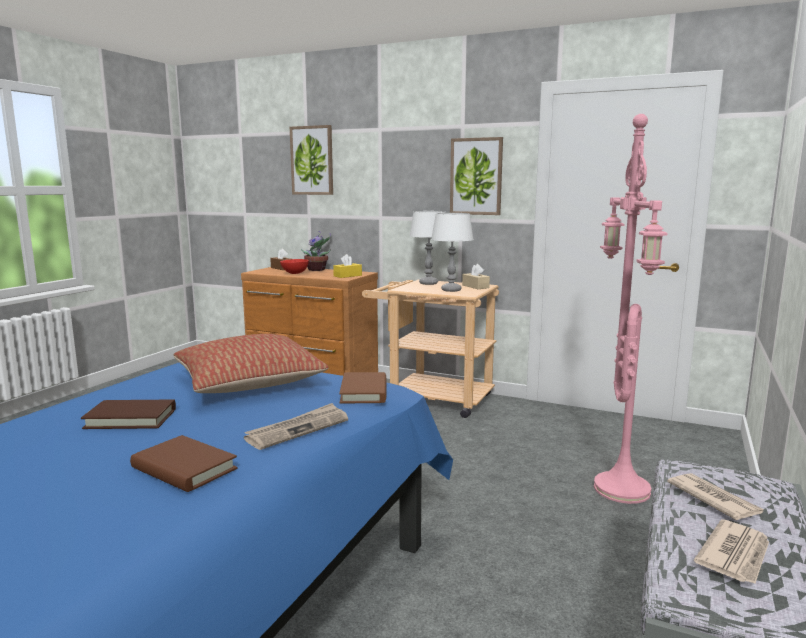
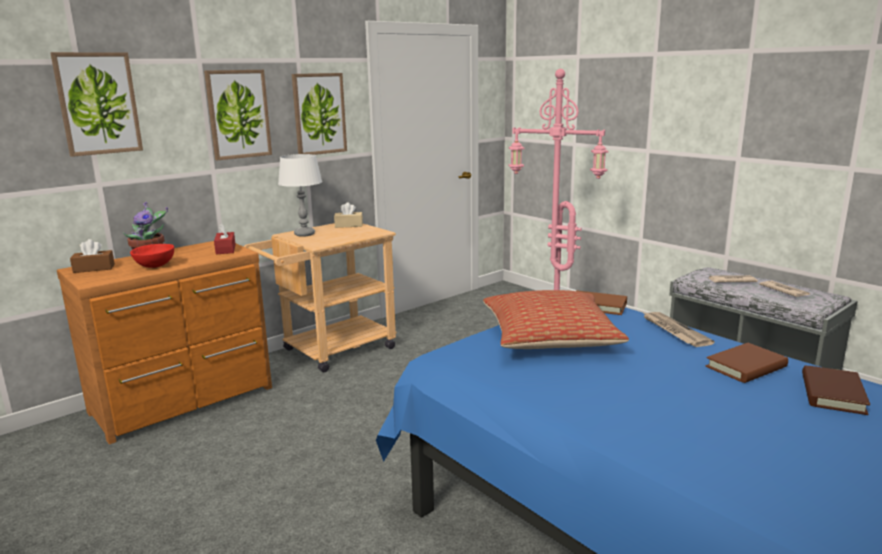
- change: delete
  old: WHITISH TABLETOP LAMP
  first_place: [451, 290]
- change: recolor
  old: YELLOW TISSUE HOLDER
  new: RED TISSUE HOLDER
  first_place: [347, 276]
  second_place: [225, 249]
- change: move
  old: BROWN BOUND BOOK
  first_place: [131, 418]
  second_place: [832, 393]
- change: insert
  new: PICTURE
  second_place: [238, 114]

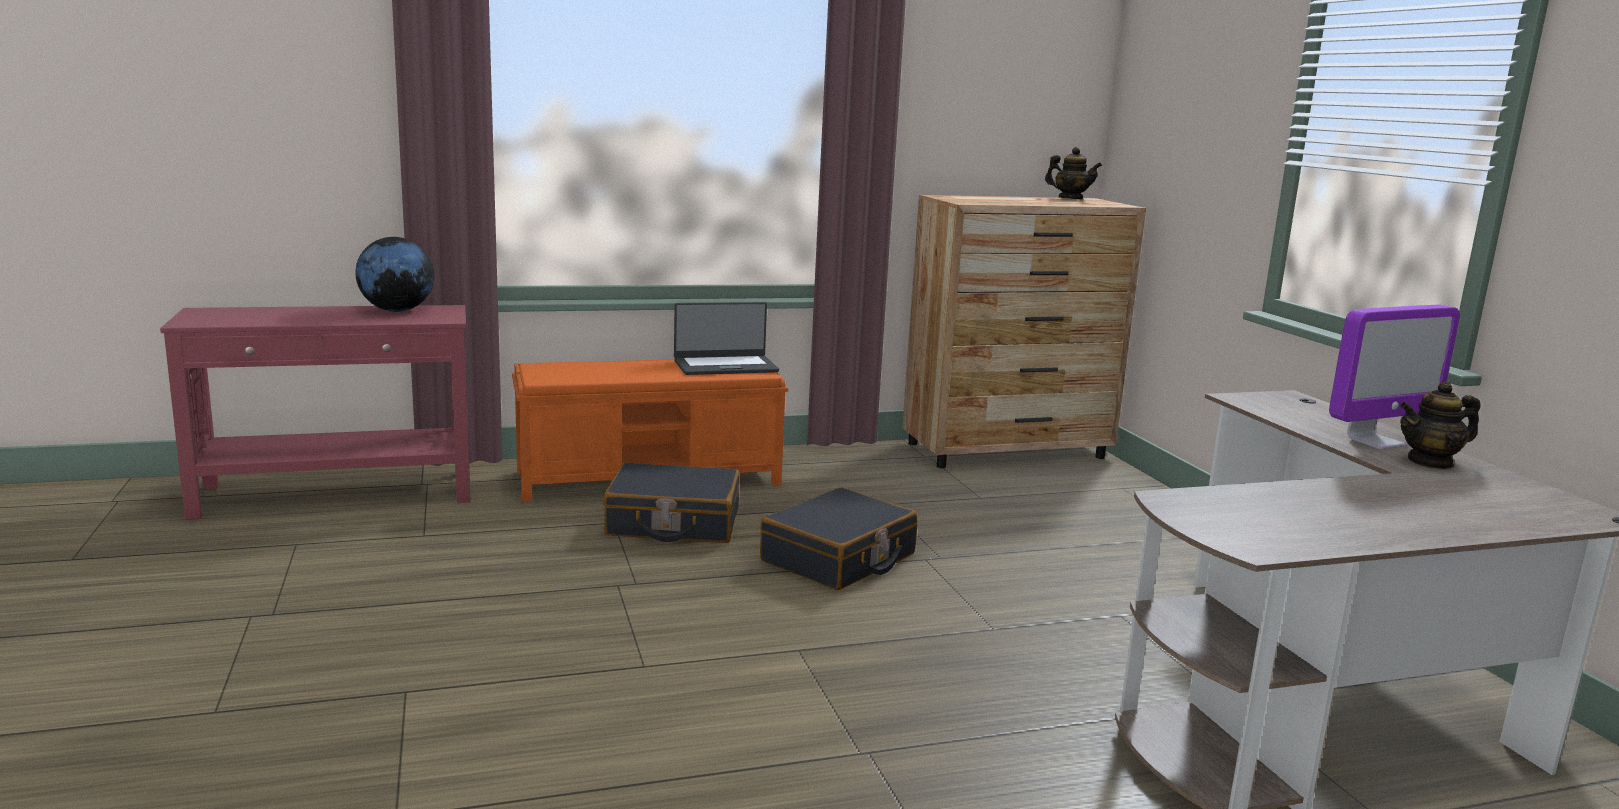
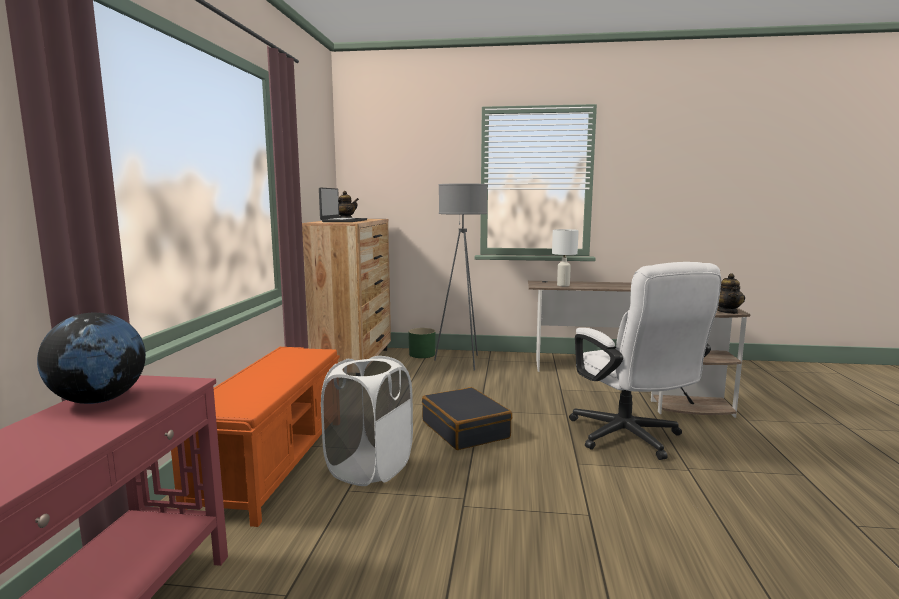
- change: move
  old: NOTEBOOK COMPUTER
  first_place: [725, 366]
  second_place: [343, 221]
- change: delete
  old: COMPUTER SCREEN
  first_place: [1375, 442]
- change: move
  old: TEAPOT
  first_place: [1430, 462]
  second_place: [727, 312]
- change: replace
  old: BLACK-COLOURED PIECE OF LUGGAGE
  new: WHITISH LAUNDRY BASKET
  first_place: [673, 523]
  second_place: [370, 468]
- change: insert
  new: GREY STANDING LAMP
  second_place: [462, 362]
- change: insert
  new: WHITISH TABLETOP LAMP
  second_place: [563, 285]
- change: insert
  new: WHITISH OFFICE CHAIR
  second_place: [631, 439]
- change: insert
  new: GREEN-COLOURED PLANTER
  second_place: [422, 354]

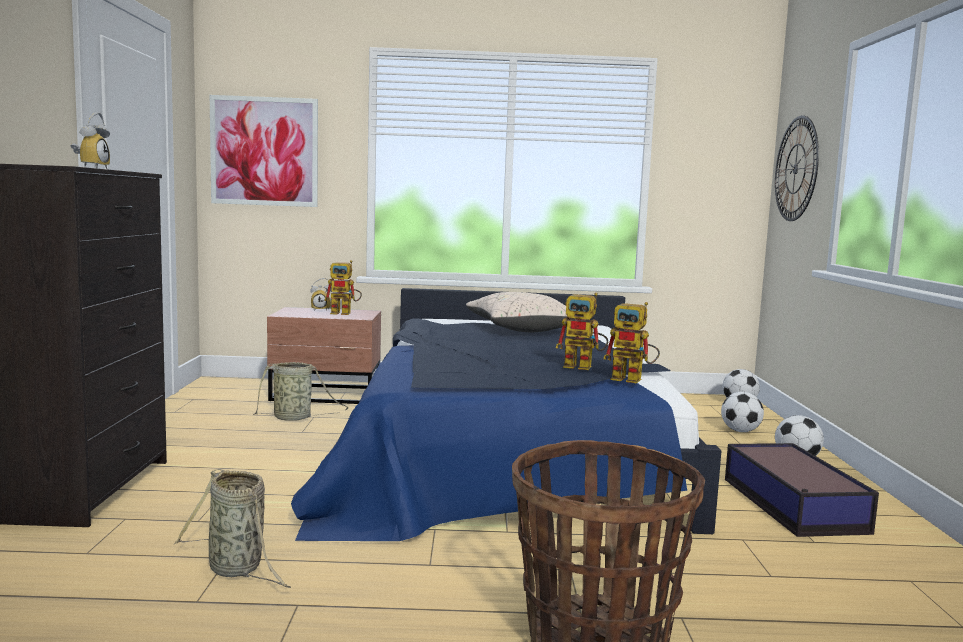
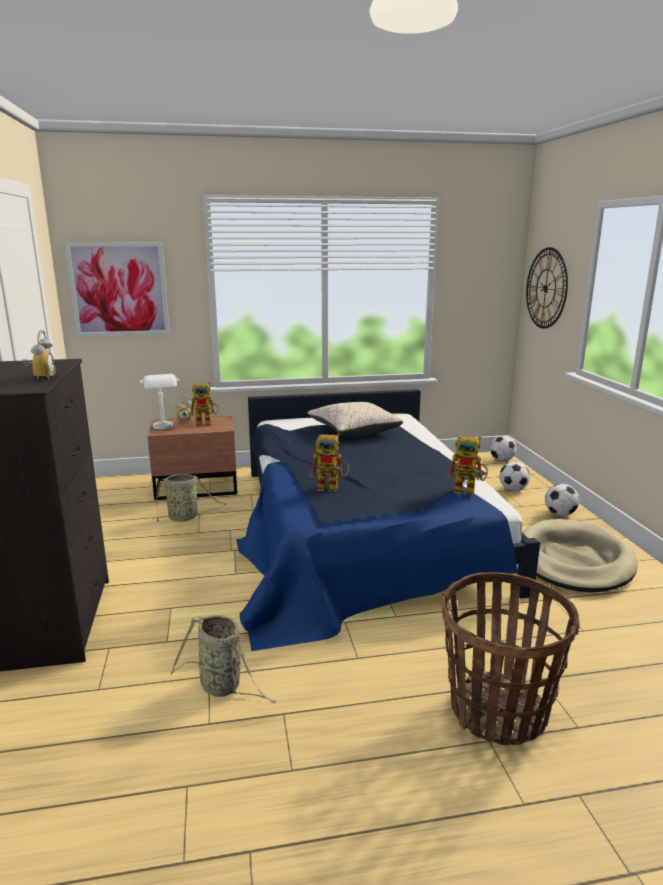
- change: move
  old: ROBOT FIGURE
  first_place: [584, 367]
  second_place: [332, 487]
- change: replace
  old: STORAGE BIN
  new: BEIGE-COLOURED DOG BED
  first_place: [793, 505]
  second_place: [573, 560]
- change: insert
  new: WHITISH TABLETOP LAMP
  second_place: [164, 428]

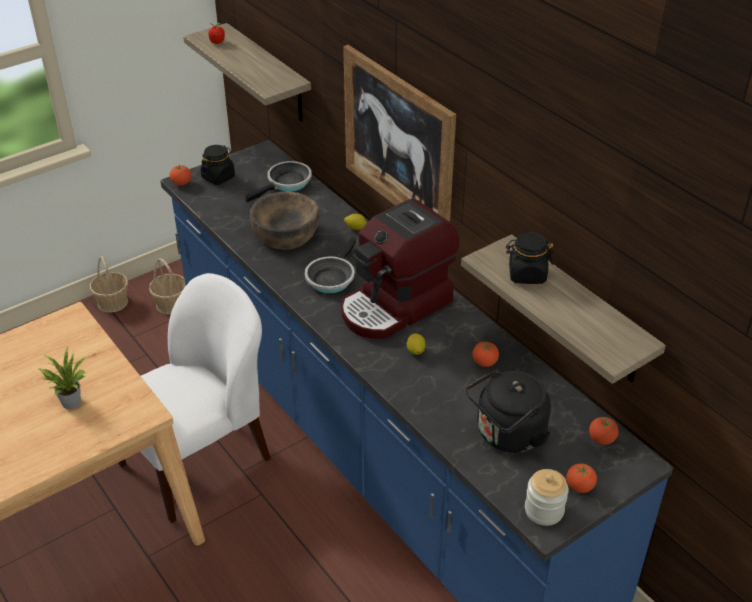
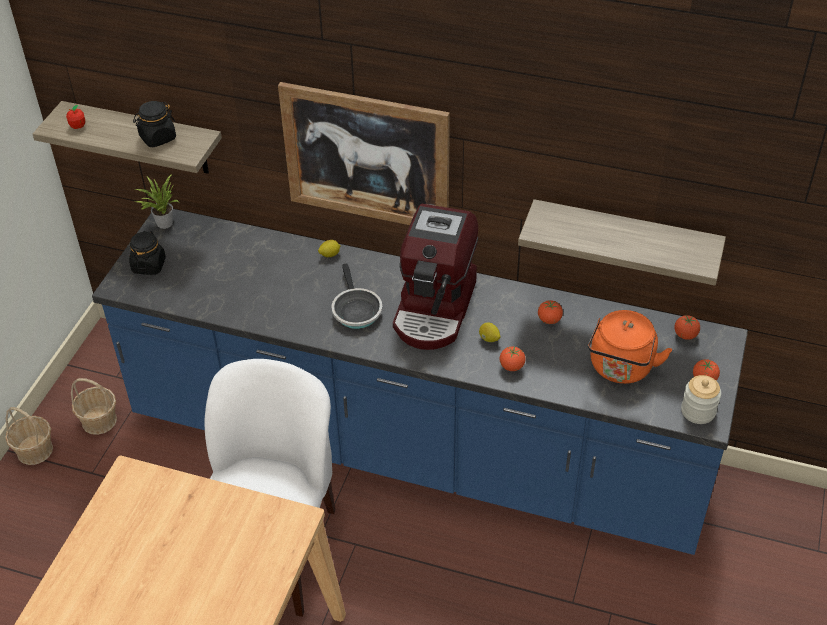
- change: delete
  old: PAN
  first_place: [286, 183]
- change: move
  old: TOMATO
  first_place: [181, 183]
  second_place: [511, 366]
- change: delete
  old: BROWN DEEP DISH
  first_place: [286, 234]
- change: move
  old: BLACK-COLOURED JAR
  first_place: [527, 274]
  second_place: [157, 138]
- change: move
  old: PLANT IN A POT
  first_place: [70, 400]
  second_place: [162, 222]
- change: recolor
  old: BLACK-COLOURED WATER KETTLE
  new: ORANGEY WATER KETTLE
  first_place: [507, 435]
  second_place: [620, 369]

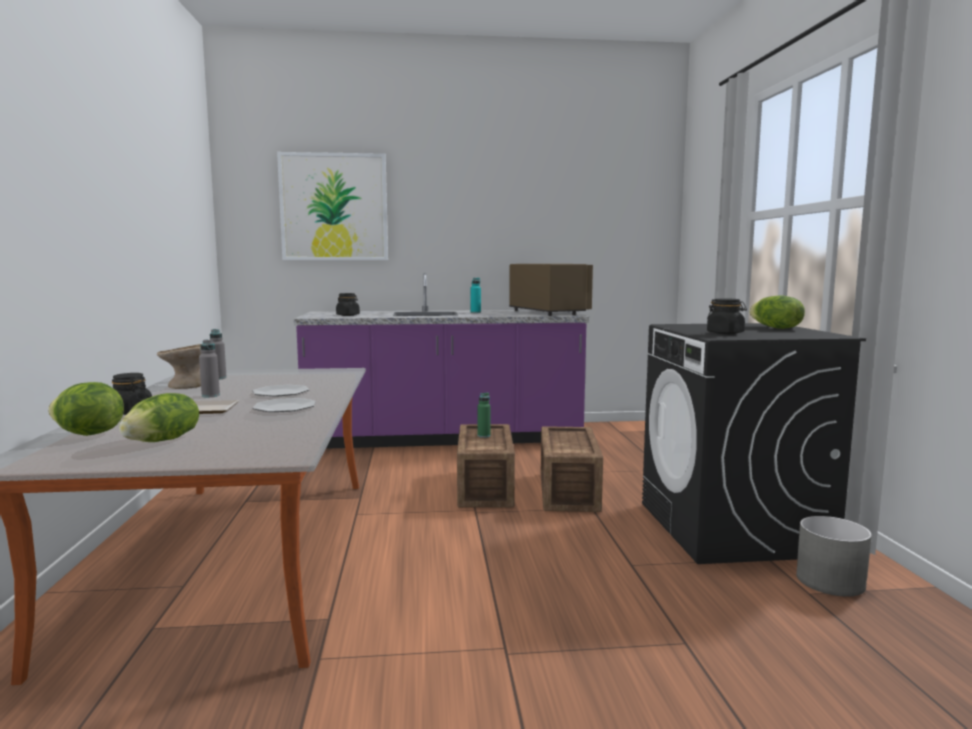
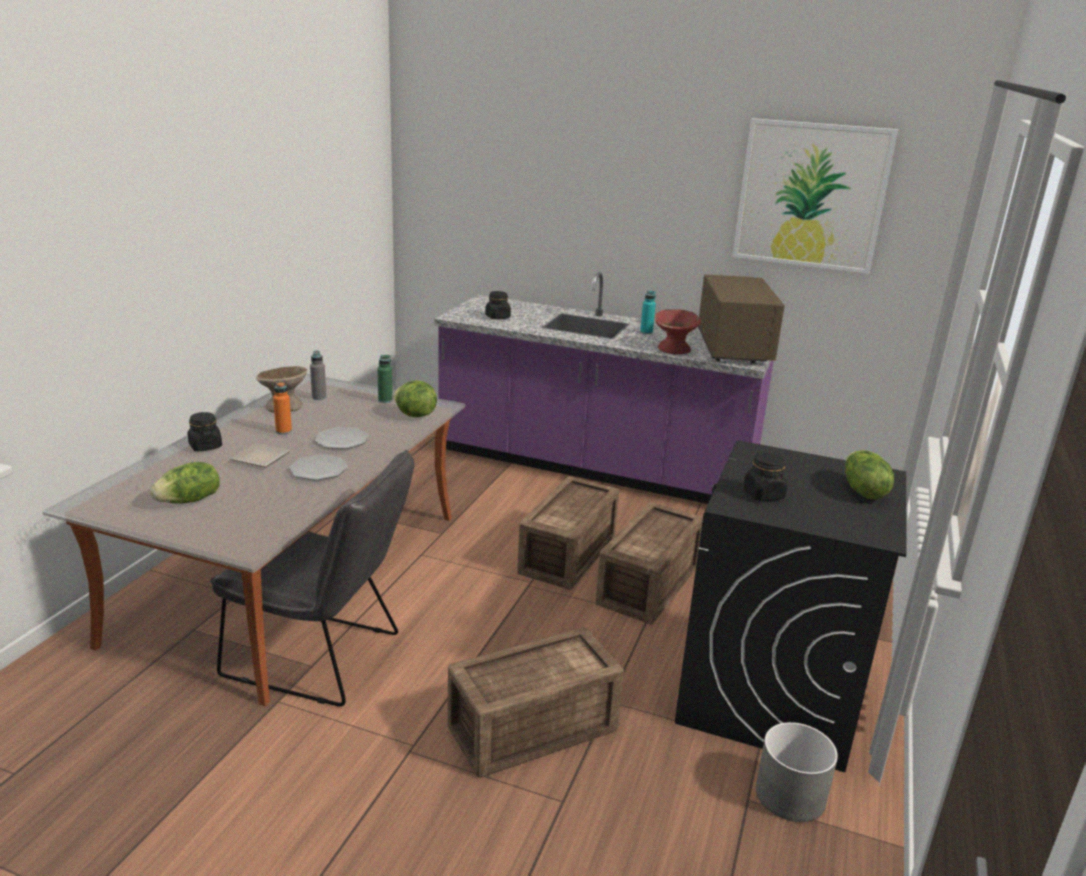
- change: move
  old: PICTURE
  first_place: [334, 207]
  second_place: [811, 196]
- change: recolor
  old: GREY DRINK BOTTLE
  new: ORANGEY DRINK BOTTLE
  first_place: [210, 395]
  second_place: [283, 431]
- change: move
  old: LETTUCE HEAD
  first_place: [88, 434]
  second_place: [414, 415]
- change: move
  old: GREEN-COLOURED DRINK BOTTLE
  first_place: [483, 436]
  second_place: [385, 400]
- change: insert
  new: RED DEEP DISH
  second_place: [674, 349]
- change: insert
  new: GREY PLAIN CHAIR
  second_place: [323, 658]
- change: insert
  new: PACKING CRATE
  second_place: [529, 728]

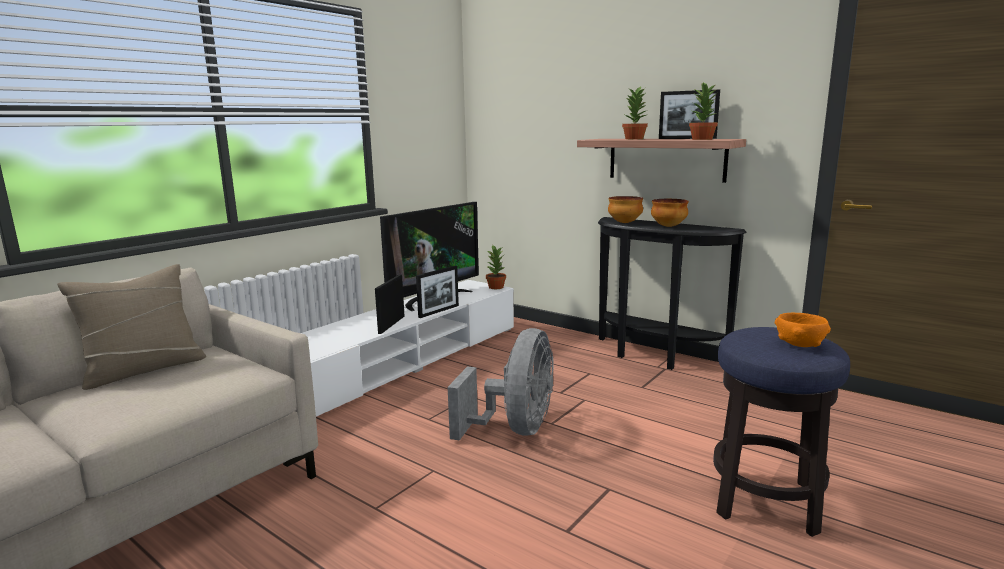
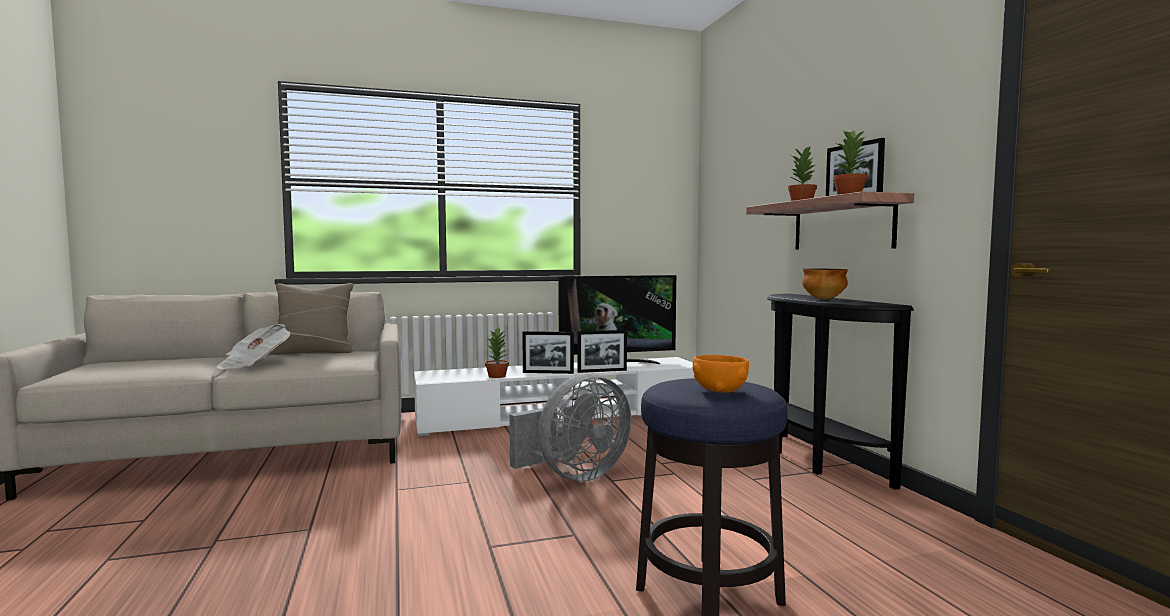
- change: delete
  old: DEEP DISH
  first_place: [624, 223]
- change: move
  old: PLANT IN A POT
  first_place: [496, 287]
  second_place: [497, 376]
- change: rotate
  old: PHOTO FRAME
  first_place: [391, 324]
  second_place: [548, 373]
  degrees: -135
- change: insert
  new: DAILY PAPER
  second_place: [254, 364]

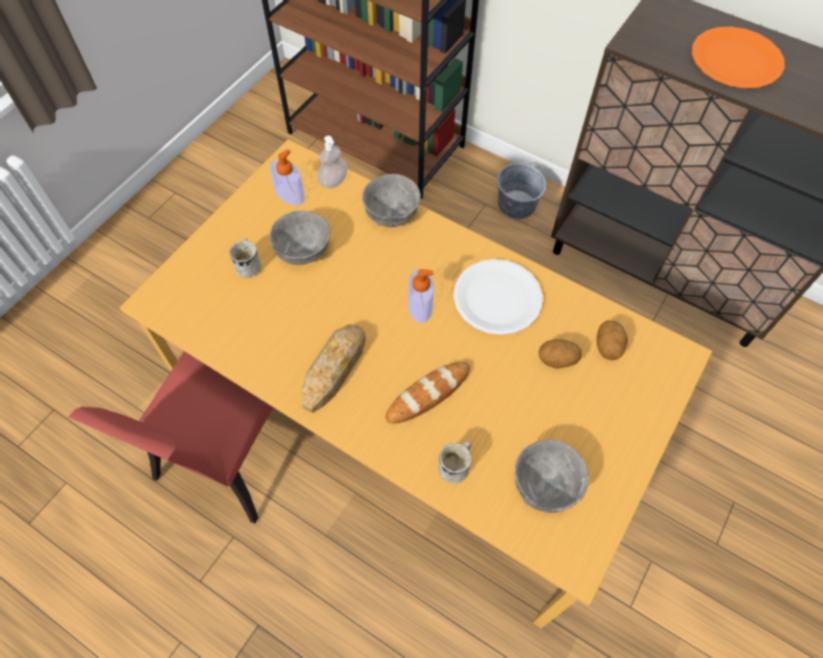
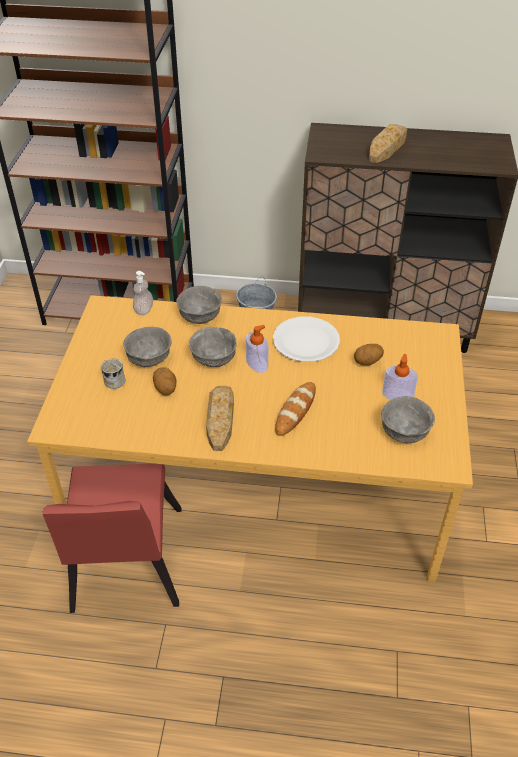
- change: replace
  old: ORANGEY PLATE
  new: BAKED BREAD
  first_place: [735, 60]
  second_place: [387, 148]
- change: move
  old: SOAP DISPENSER
  first_place: [290, 194]
  second_place: [397, 395]
- change: move
  old: POTATO
  first_place: [608, 347]
  second_place: [165, 388]
- change: delete
  old: WHITISH MUG
  first_place: [457, 465]
- change: insert
  new: GREY DEEP DISH
  second_place: [213, 358]

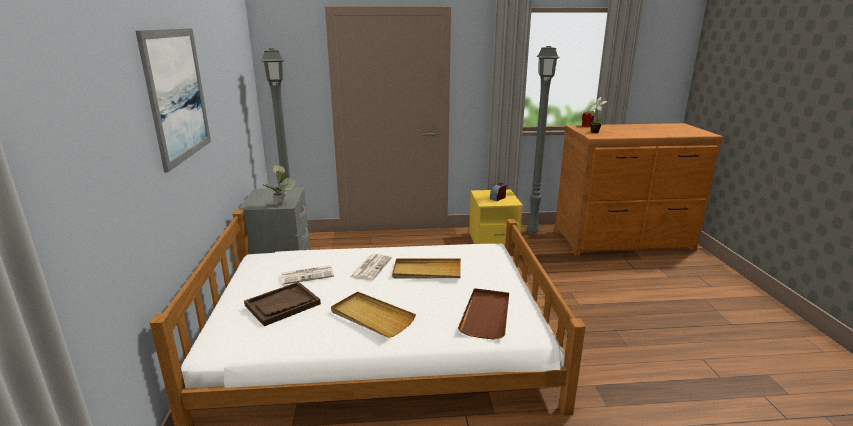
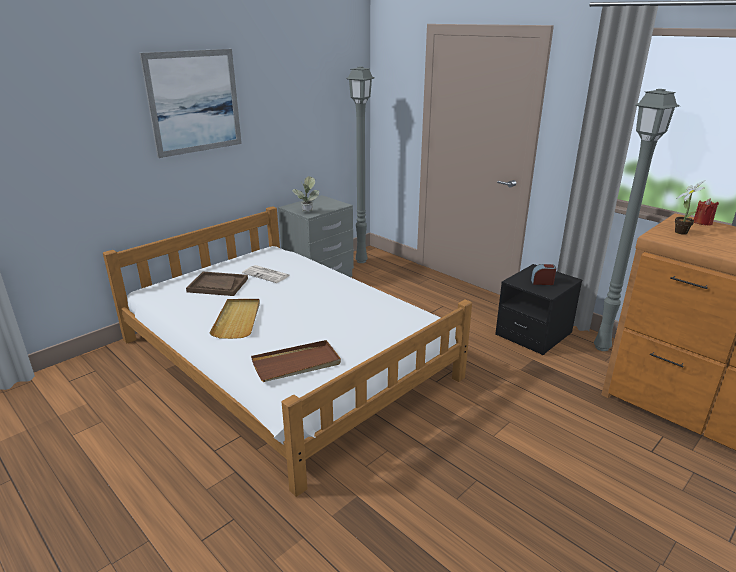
- change: recolor
  old: YELLOW NIGHT TABLE
  new: BLACK-COLOURED NIGHT TABLE
  first_place: [493, 241]
  second_place: [533, 334]
- change: delete
  old: DAILY PAPER
  first_place: [371, 267]
- change: delete
  old: BEIGE-COLOURED TRAY
  first_place: [427, 271]

